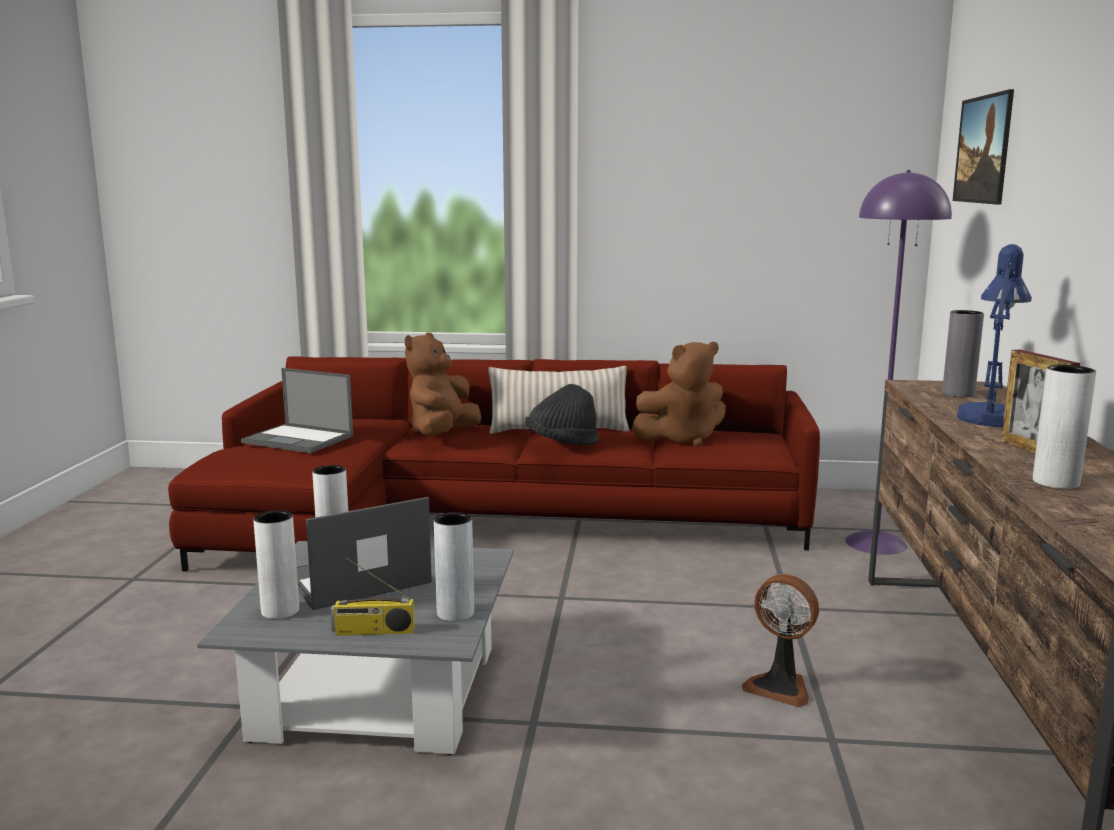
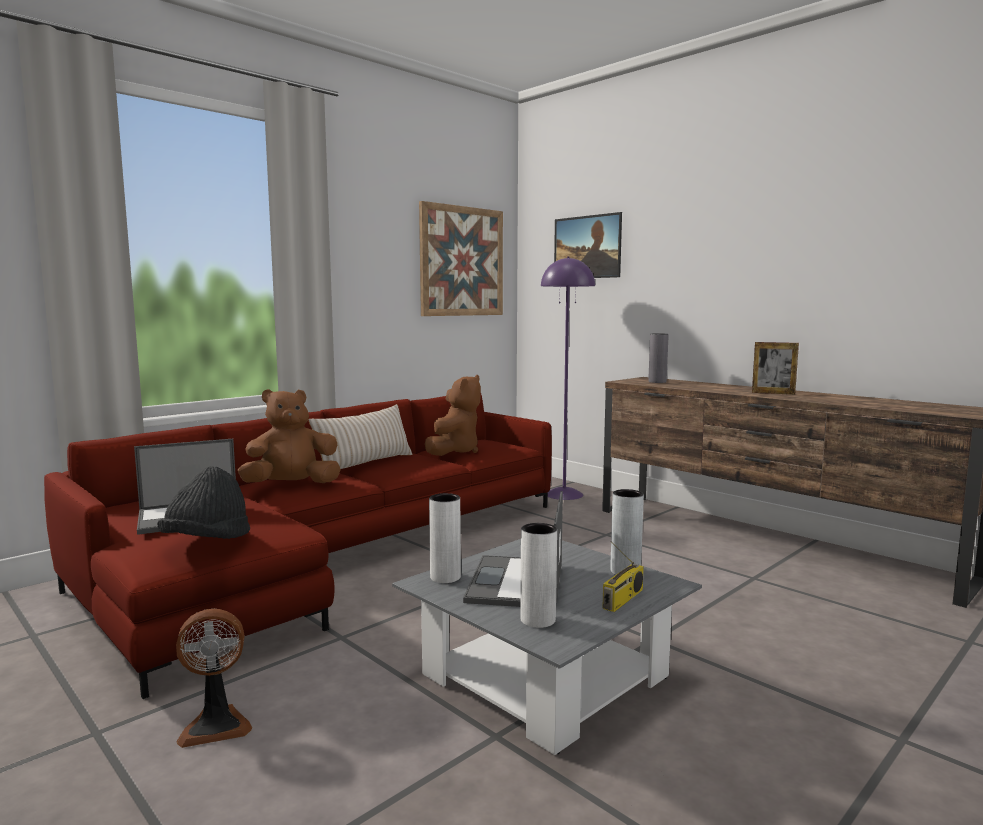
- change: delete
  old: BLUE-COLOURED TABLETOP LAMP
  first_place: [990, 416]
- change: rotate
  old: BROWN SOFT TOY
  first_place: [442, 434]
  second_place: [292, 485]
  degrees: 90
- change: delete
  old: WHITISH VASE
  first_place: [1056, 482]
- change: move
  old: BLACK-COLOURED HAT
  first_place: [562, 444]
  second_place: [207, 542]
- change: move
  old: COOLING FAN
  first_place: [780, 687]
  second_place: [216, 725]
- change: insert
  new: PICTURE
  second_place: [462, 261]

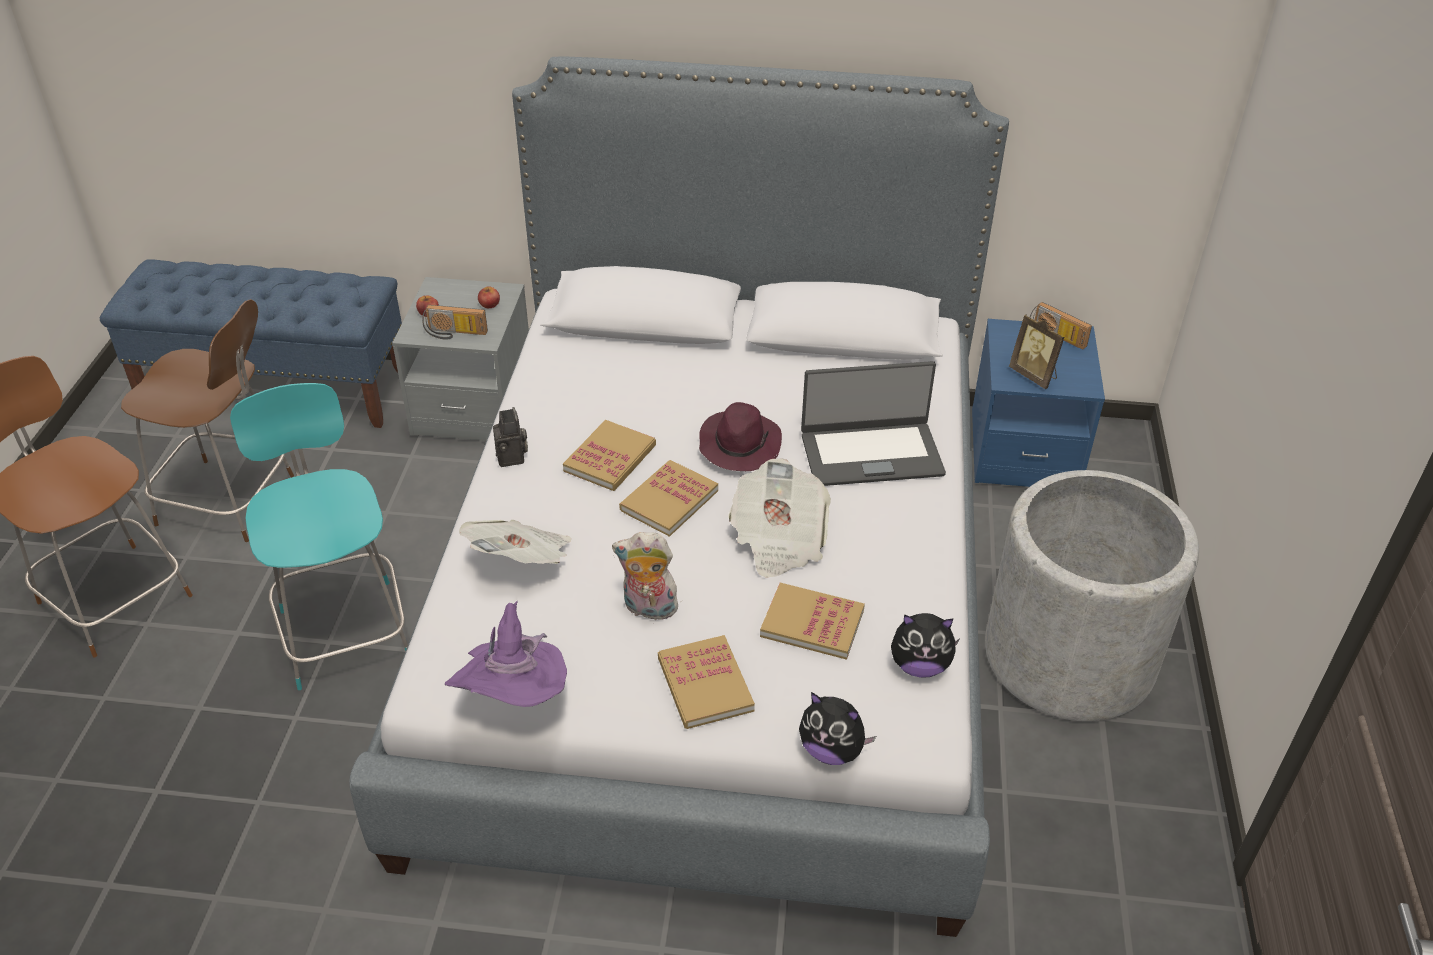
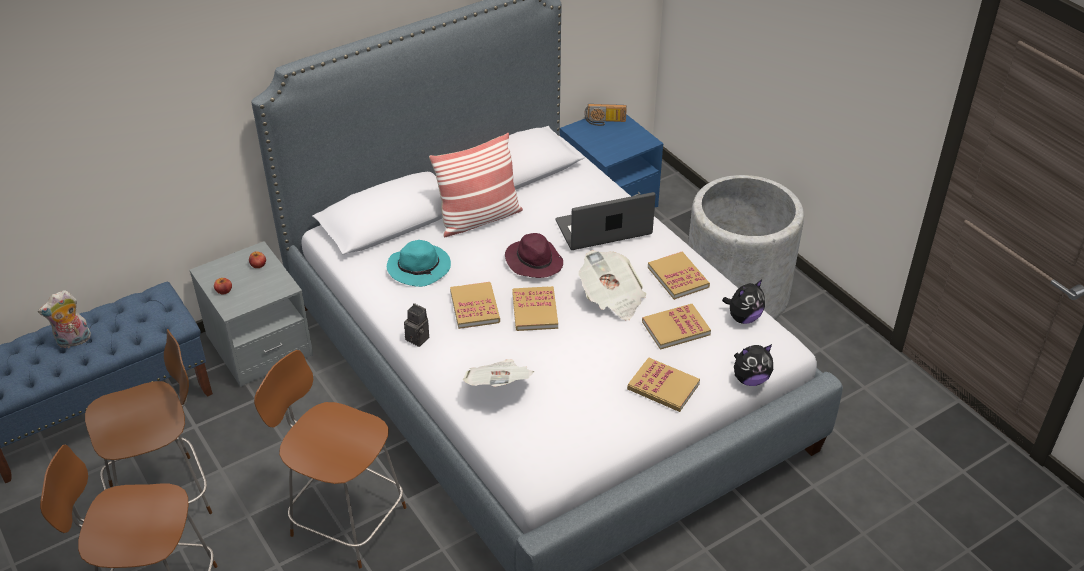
- change: delete
  old: RADIO RECEIVER
  first_place: [454, 334]
- change: delete
  old: PHOTO FRAME
  first_place: [1034, 375]
- change: rotate
  old: NOTEBOOK COMPUTER
  first_place: [871, 453]
  second_place: [604, 229]
  degrees: -150
- change: recolor
  old: TURQUOISE PLAIN CHAIR
  new: BROWN PLAIN CHAIR
  first_place: [344, 629]
  second_place: [345, 519]
- change: move
  old: SOFT TOY
  first_place: [648, 609]
  second_place: [73, 341]
- change: delete
  old: PURPLE HAT
  first_place: [516, 697]
- change: insert
  new: CUSHION
  second_place: [479, 218]
- change: insert
  new: TURQUOISE HAT
  second_place: [420, 268]
- change: insert
  new: BOUND BOOK
  second_place: [678, 277]

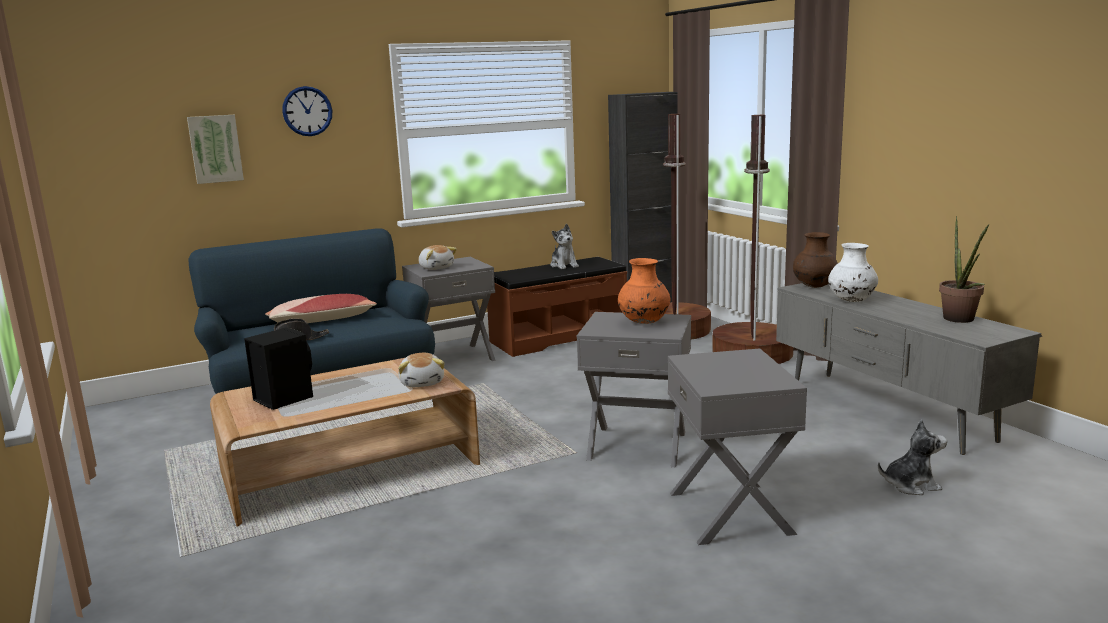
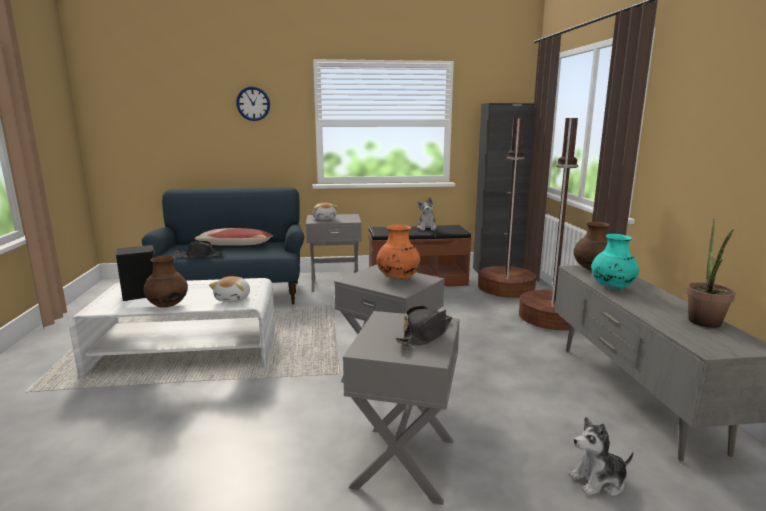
- change: delete
  old: PICTURE
  first_place: [215, 149]
- change: recolor
  old: WHITISH VASE
  new: TURQUOISE VASE
  first_place: [851, 301]
  second_place: [612, 287]
- change: recolor
  old: BROWN COFFEE TABLE
  new: WHITISH COFFEE TABLE
  first_place: [349, 468]
  second_place: [187, 351]
- change: rotate
  old: SOFT TOY
  first_place: [911, 485]
  second_place: [599, 481]
  degrees: 150
- change: insert
  new: BROWN VASE
  second_place: [167, 305]
- change: insert
  new: BLACK-COLOURED HAT
  second_place: [425, 335]

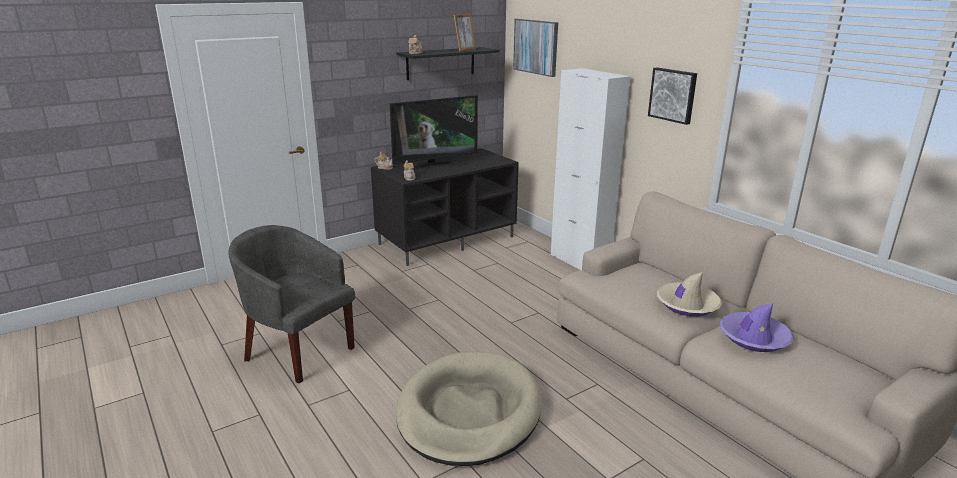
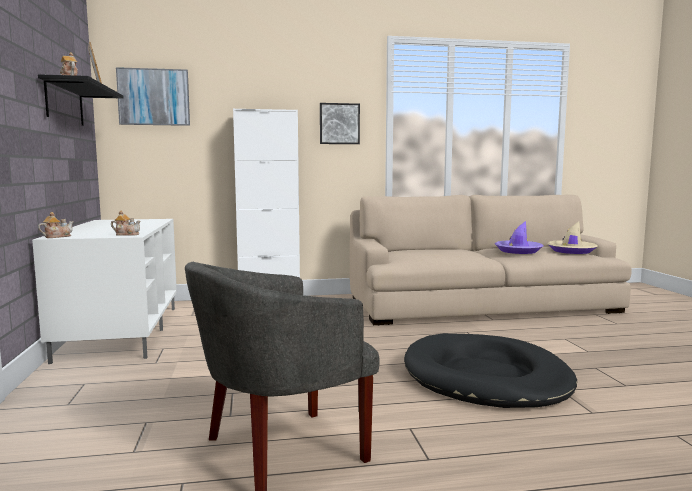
- change: delete
  old: TV
  first_place: [434, 166]
- change: recolor
  old: BLACK-COLOURED TV STAND
  new: WHITISH TV STAND
  first_place: [447, 240]
  second_place: [120, 332]
- change: move
  old: BEIGE-COLOURED HAT
  first_place: [687, 305]
  second_place: [571, 251]
- change: recolor
  old: BEIGE-COLOURED DOG BED
  new: BLACK-COLOURED DOG BED
  first_place: [469, 412]
  second_place: [485, 377]

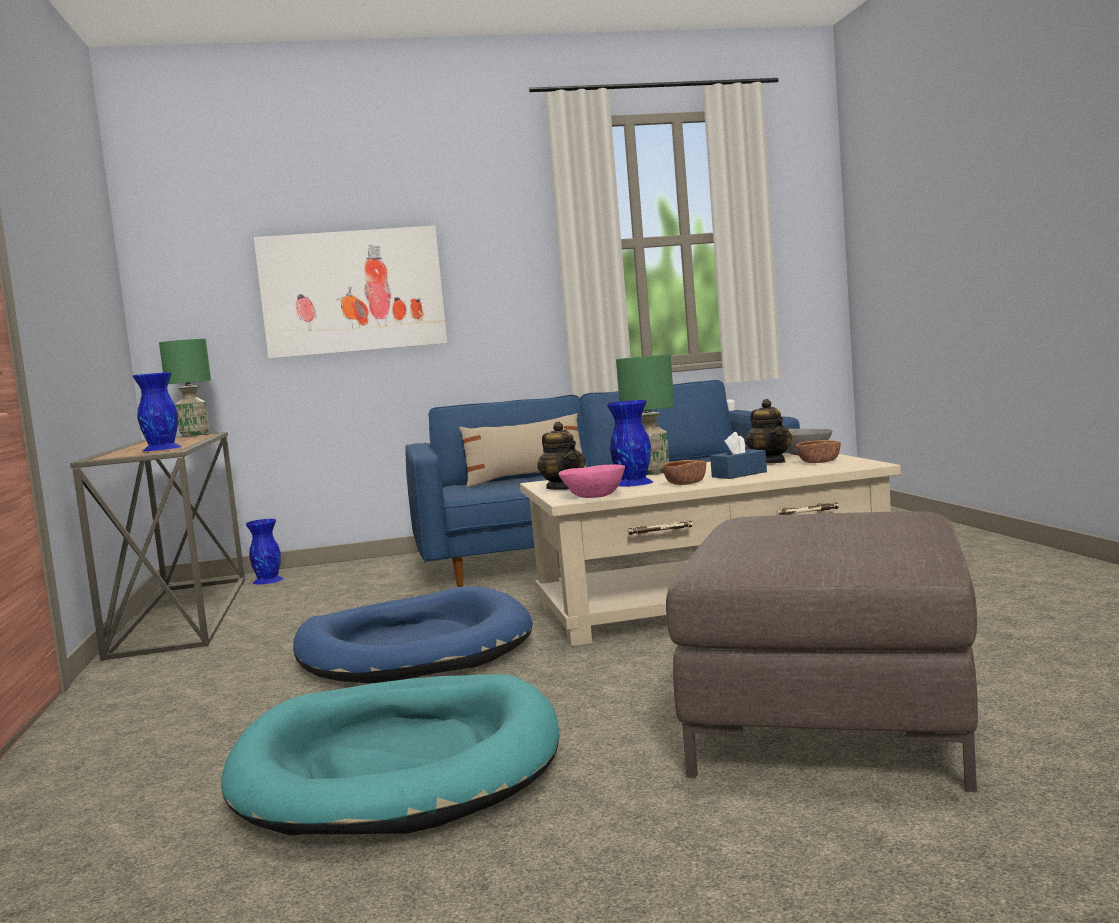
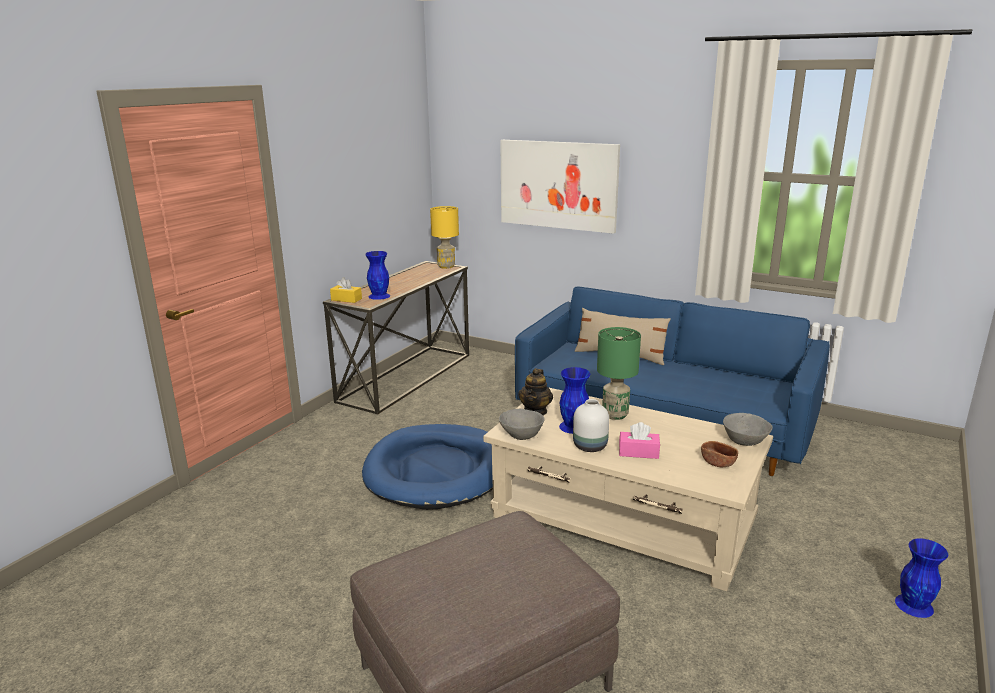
- change: recolor
  old: GREEN-COLOURED TABLETOP LAMP
  new: YELLOW TABLETOP LAMP
  first_place: [194, 435]
  second_place: [446, 266]
- change: delete
  old: TEAPOT
  first_place: [770, 462]
- change: recolor
  old: BLUE-COLOURED TISSUE HOLDER
  new: PINK TISSUE HOLDER
  first_place: [739, 474]
  second_place: [638, 452]
- change: replace
  old: BROWN DEEP DISH
  new: WHITISH VASE
  first_place: [685, 483]
  second_place: [589, 447]
- change: recolor
  old: PINK DEEP DISH
  new: GREY DEEP DISH
  first_place: [595, 496]
  second_place: [522, 435]
- change: move
  old: BLUE-COLOURED VASE
  first_place: [268, 580]
  second_place: [914, 605]
- change: delete
  old: TURQUOISE DOG BED
  first_place: [398, 765]
- change: insert
  new: YELLOW TISSUE HOLDER
  second_place: [346, 299]

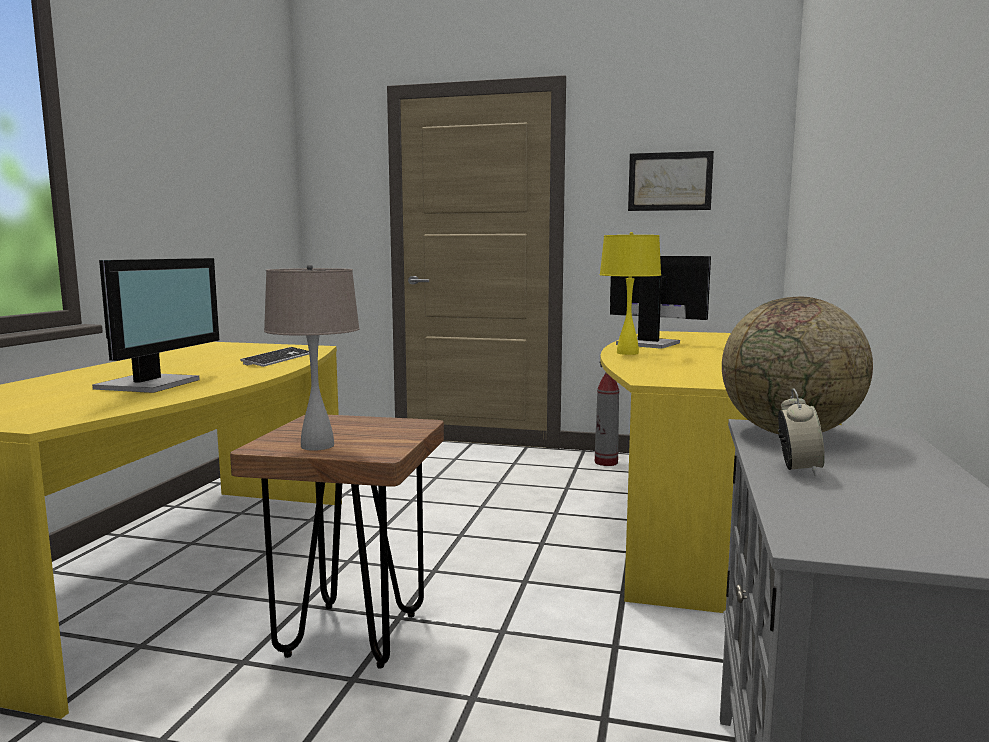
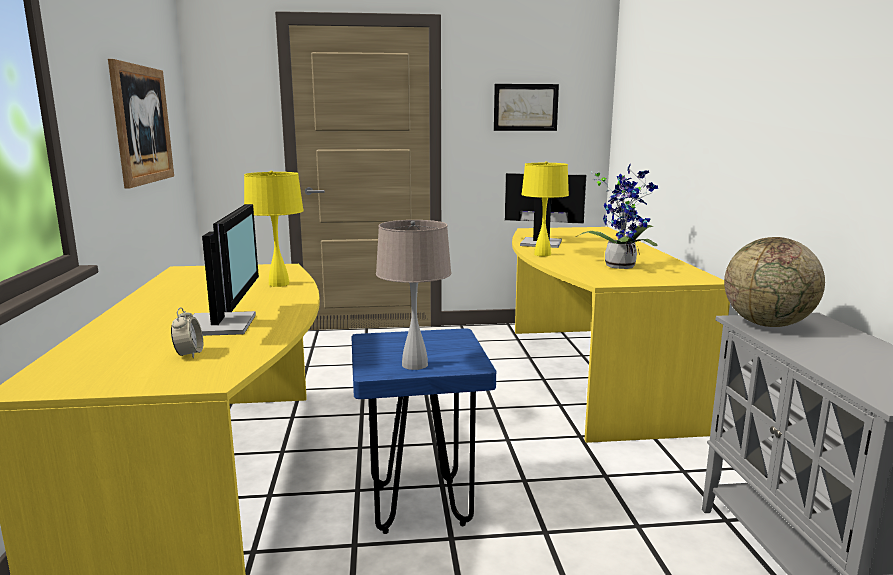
- change: replace
  old: KEYBOARD
  new: YELLOW TABLETOP LAMP
  first_place: [278, 359]
  second_place: [278, 284]
- change: delete
  old: FIRE-FIGHTING CYLINDER
  first_place: [606, 462]
- change: move
  old: ALARM CLOCK
  first_place: [798, 469]
  second_place: [189, 354]
- change: recolor
  old: BROWN STOOL
  new: BLUE-COLOURED STOOL
  first_place: [353, 635]
  second_place: [420, 506]
- change: insert
  new: PICTURE
  second_place: [142, 124]
- change: insert
  new: PLANT IN A POT
  second_place: [621, 265]

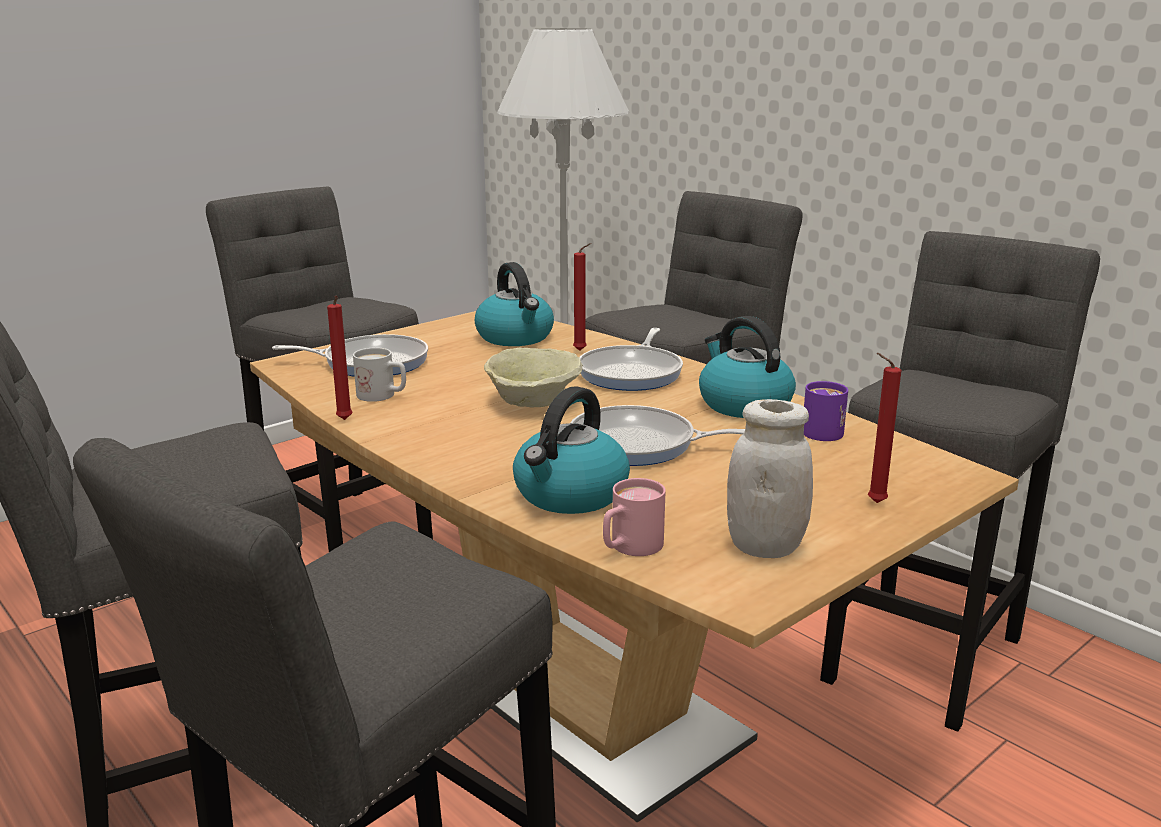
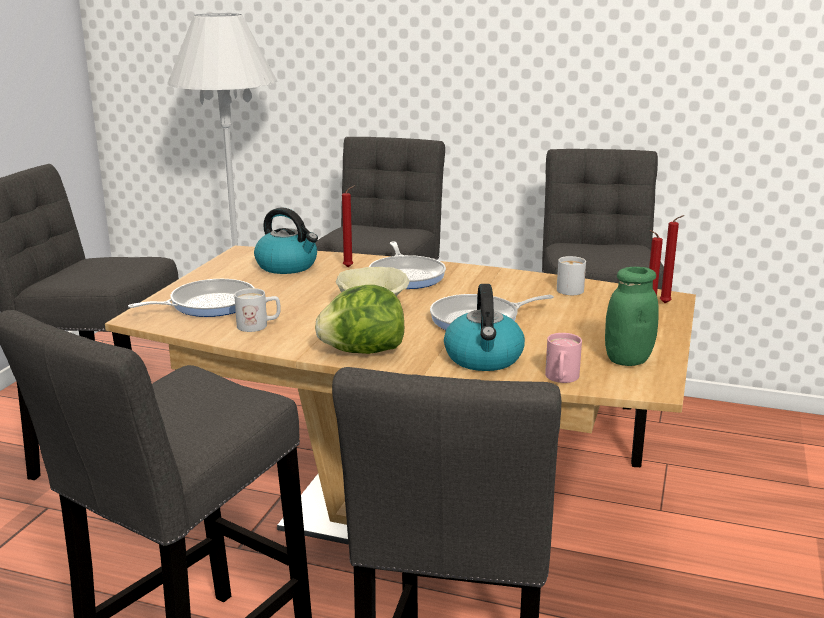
- change: move
  old: RED CANDLE
  first_place: [345, 420]
  second_place: [666, 304]
- change: delete
  old: WATER KETTLE
  first_place: [743, 404]
- change: recolor
  old: PURPLE MUG
  new: WHITISH MUG
  first_place: [825, 430]
  second_place: [569, 288]
- change: recolor
  old: WHITISH JAR
  new: GREEN-COLOURED JAR
  first_place: [765, 547]
  second_place: [627, 360]
- change: insert
  new: LETTUCE HEAD
  second_place: [362, 351]

